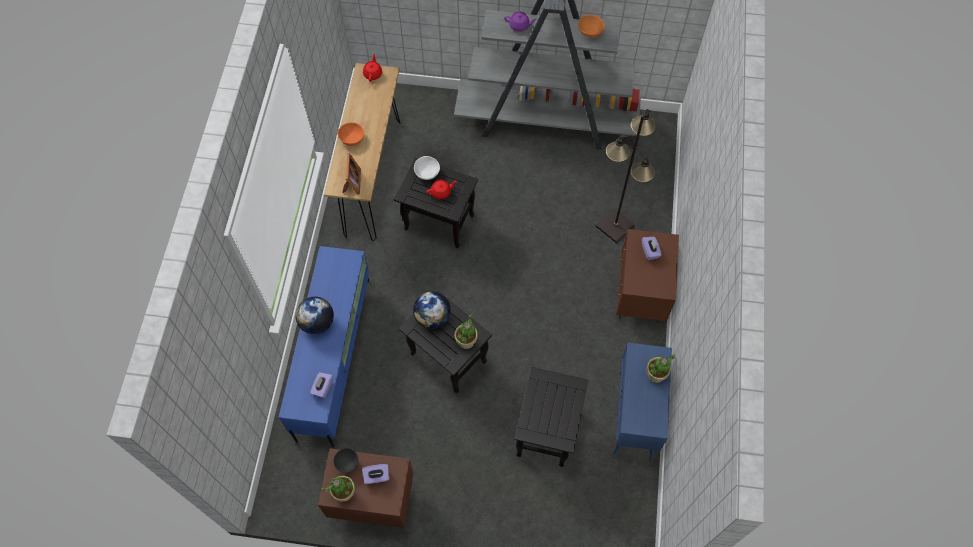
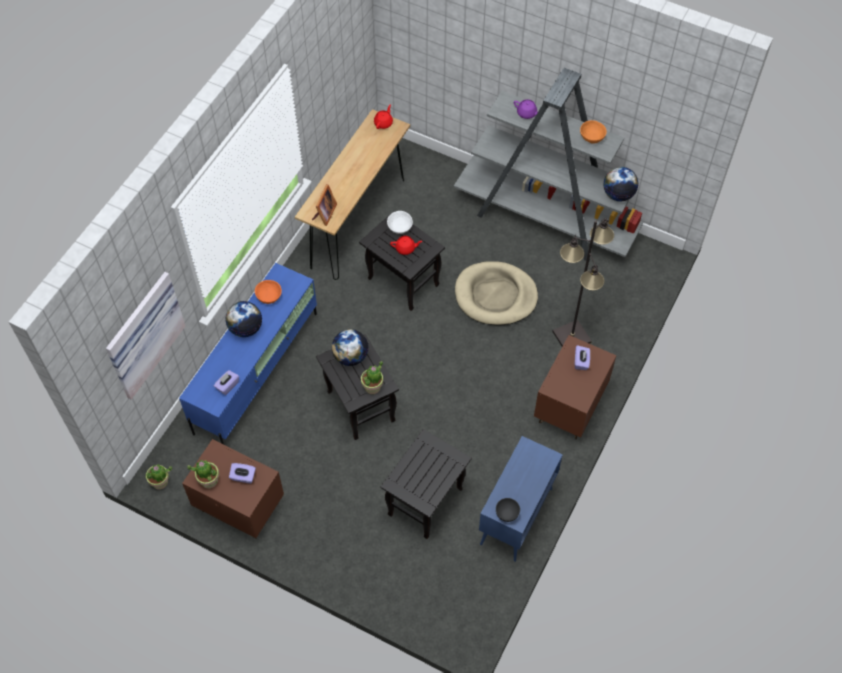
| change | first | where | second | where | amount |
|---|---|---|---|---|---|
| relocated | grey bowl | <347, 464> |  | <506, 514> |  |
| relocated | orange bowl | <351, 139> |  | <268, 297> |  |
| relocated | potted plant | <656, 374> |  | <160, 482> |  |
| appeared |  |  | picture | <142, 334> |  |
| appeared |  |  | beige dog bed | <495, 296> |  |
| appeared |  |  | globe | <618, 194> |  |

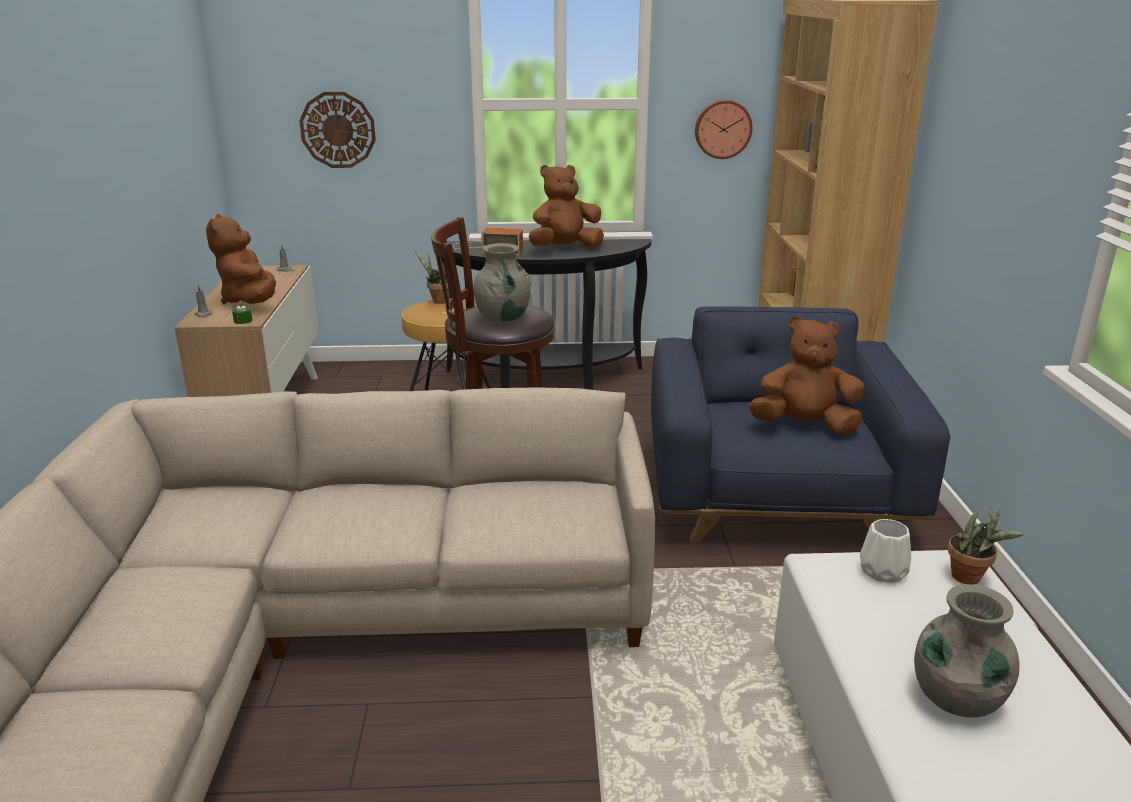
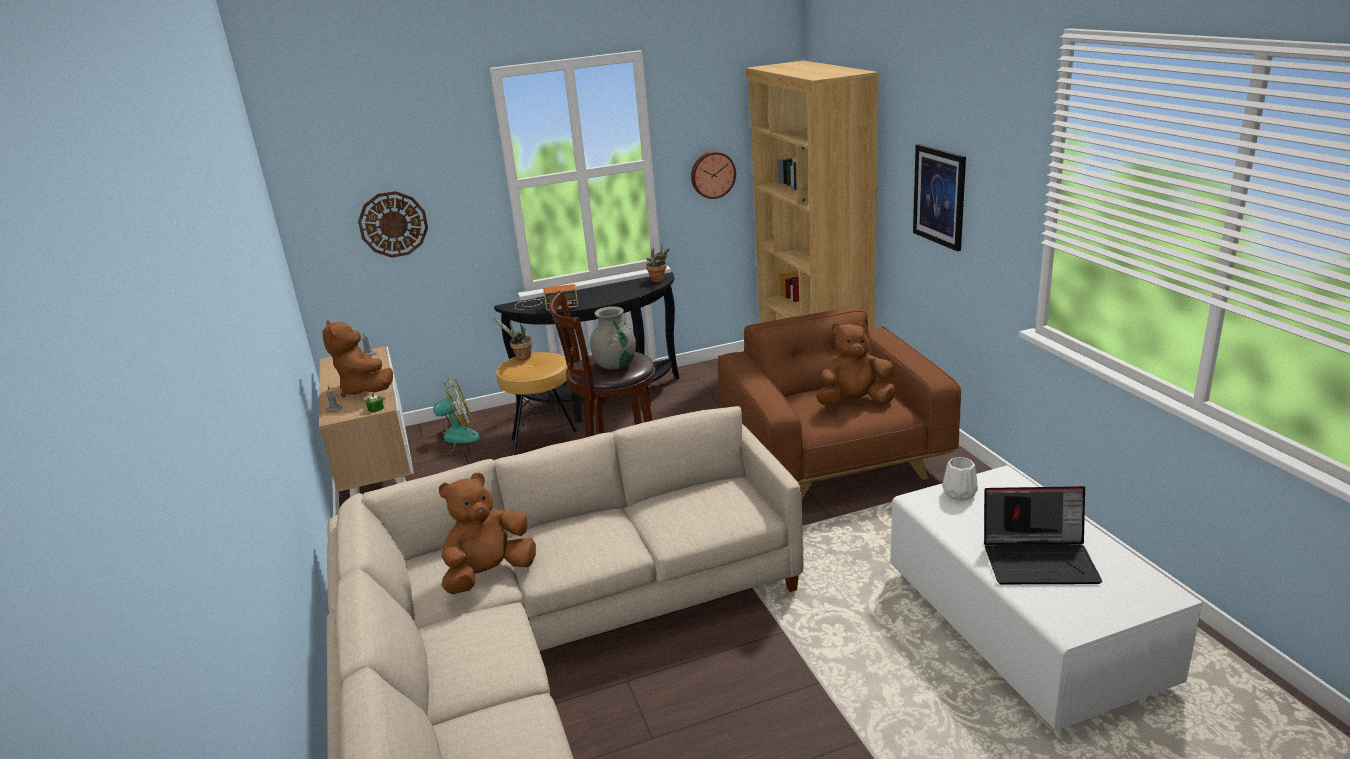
| change | first | where | second | where | amount |
|---|---|---|---|---|---|
| relocated | brown plush toy | <564, 248> |  | <489, 574> |  |
| colour | blue armchair | <773, 496> | brown armchair | <832, 459> |  |
| exchanged | grey vase | <956, 698> | laptop | <1040, 560> |  |
| relocated | potted plant | <970, 578> |  | <659, 280> |  |
| appeared |  |  | fan | <452, 439> |  |
| appeared |  |  | picture | <939, 196> |  |

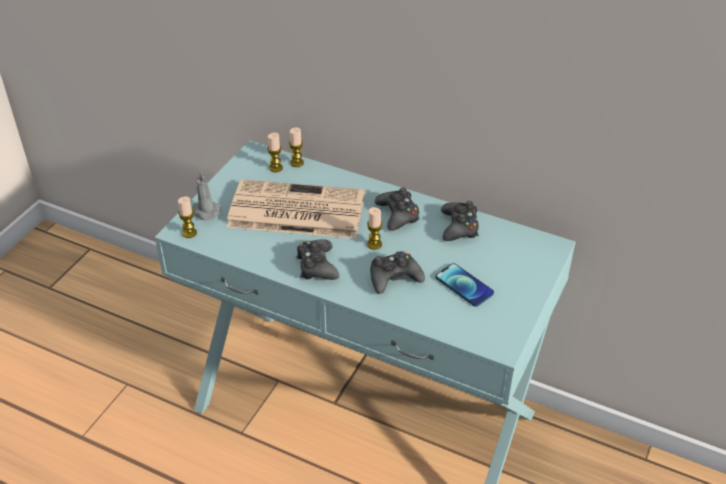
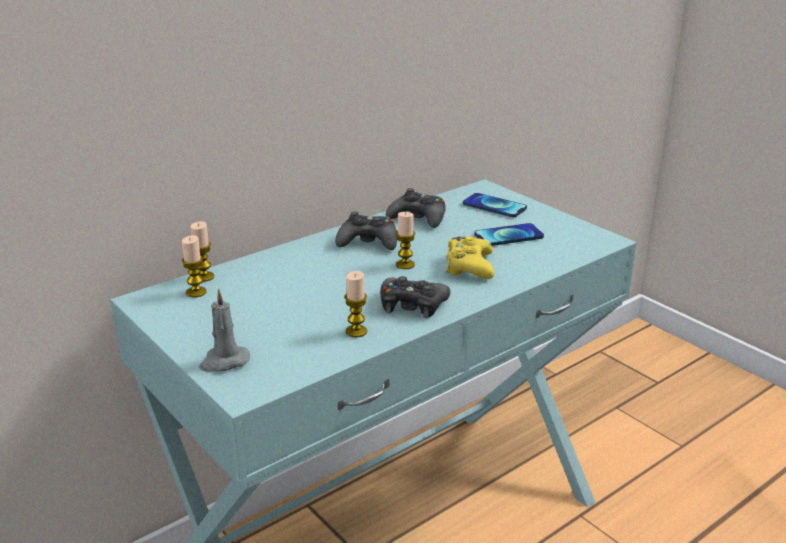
| change | first | where | second | where | amount |
|---|---|---|---|---|---|
| relocated | candle | <189, 233> |  | <356, 331> |  |
| missing | newspaper | <294, 211> |  |  |  |
| colour | black game controller | <394, 278> | yellow game controller | <469, 266> |  |
| appeared |  |  | phone | <494, 206> |  |

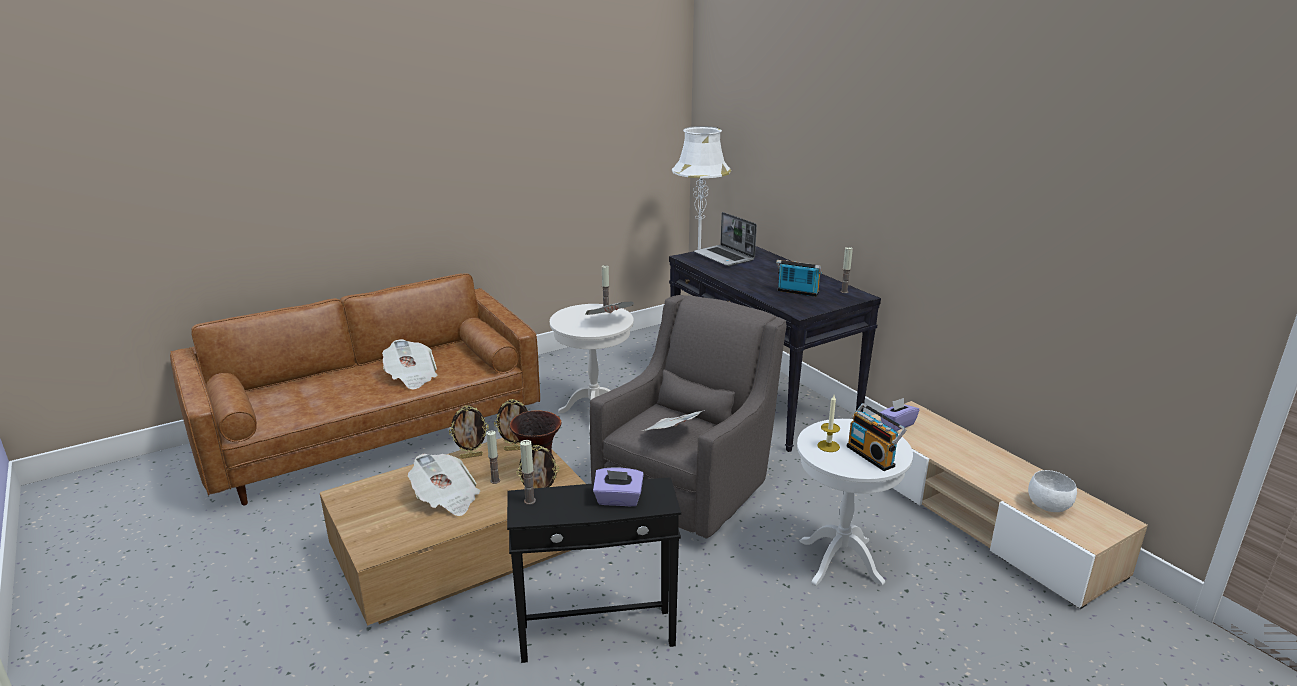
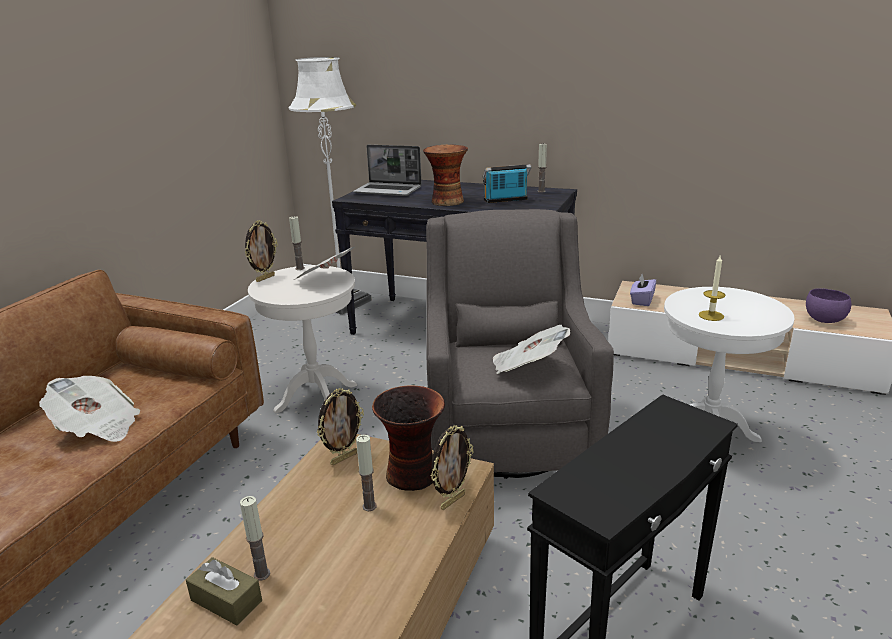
| change | first | where | second | where | amount |
|---|---|---|---|---|---|
| missing | newspaper | <446, 499> |  |  |  |
| relocated | picture frame | <471, 456> |  | <265, 278> |  |
| relocated | candle | <529, 501> |  | <262, 574> |  |
| missing | purple tissue box | <618, 500> |  |  |  |
| missing | radio | <872, 456> |  |  |  |
| colour | white bowl | <1047, 506> | purple bowl | <823, 320> |  |
| appeared |  |  | brown tissue box | <226, 600> |  |
| appeared |  |  | vase | <446, 201> |  |

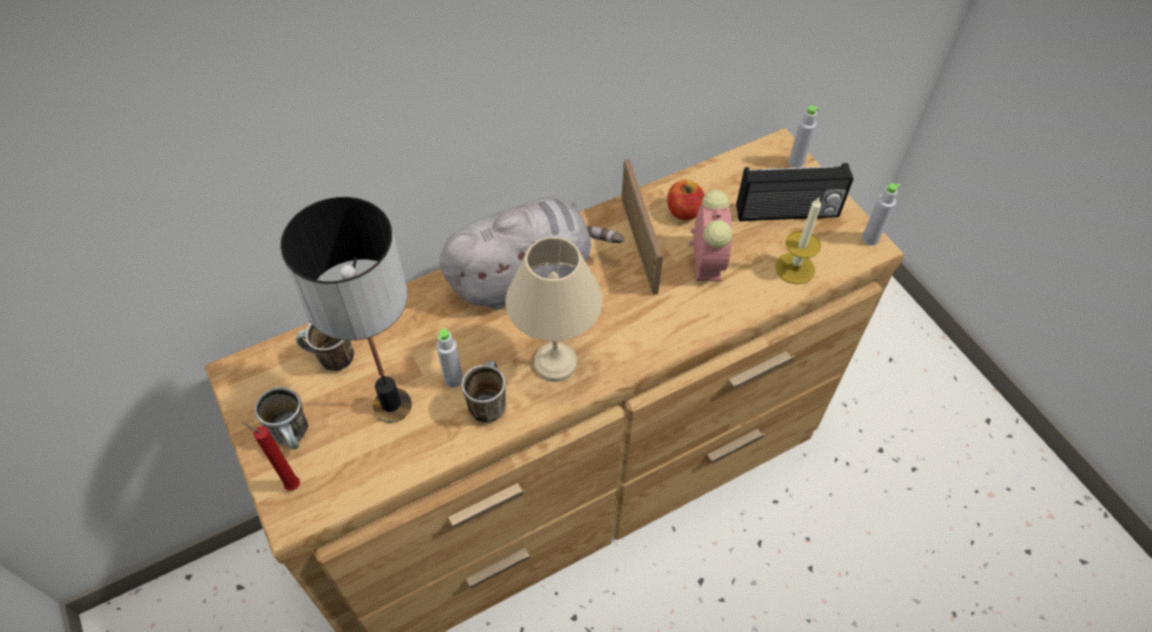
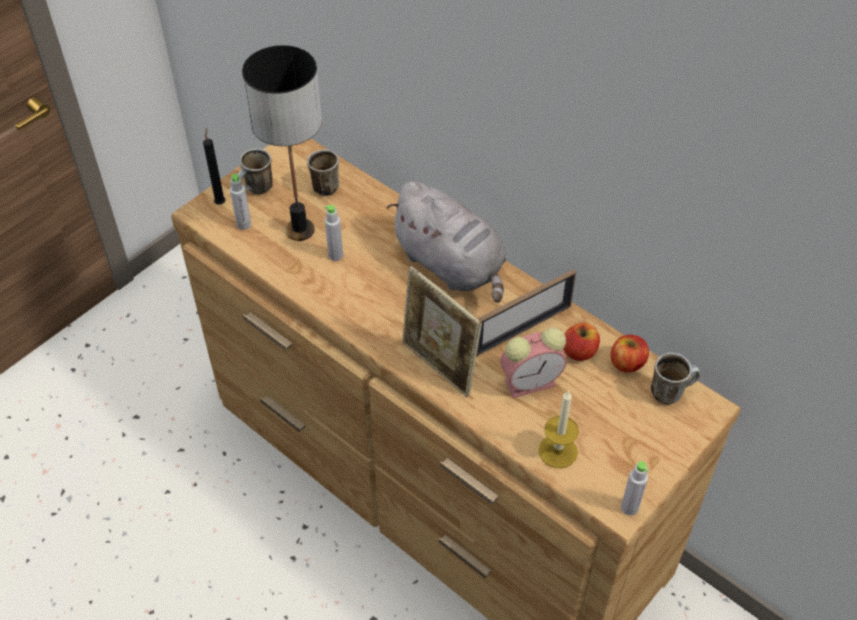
| change | first | where | second | where | amount |
|---|---|---|---|---|---|
| colour | red candle | <291, 485> | black candle | <220, 202> |  |
| relocated | mug | <487, 403> |  | <670, 391> |  |
| missing | beige table lamp | <556, 361> |  |  |  |
| missing | radio | <787, 213> |  |  |  |
| relocated | grey bottle | <796, 162> |  | <244, 224> |  |
| appeared |  |  | picture frame | <439, 367> |  |
| appeared |  |  | apple | <627, 363> |  |

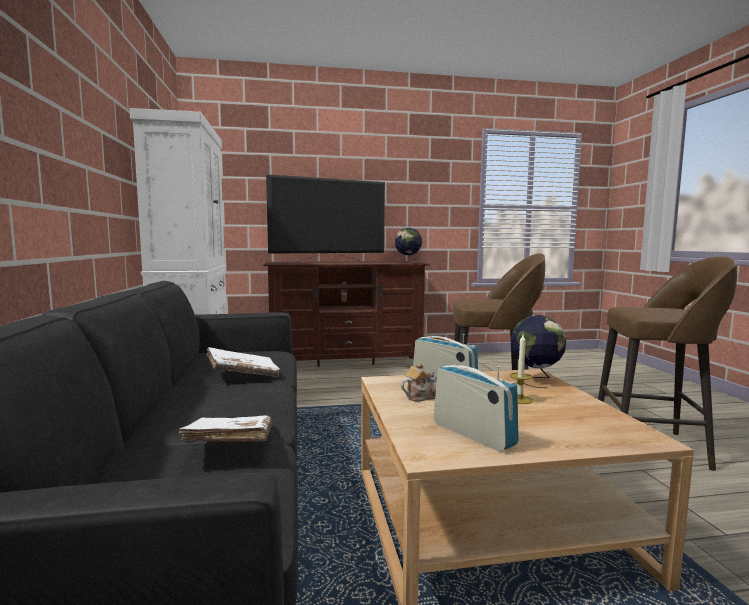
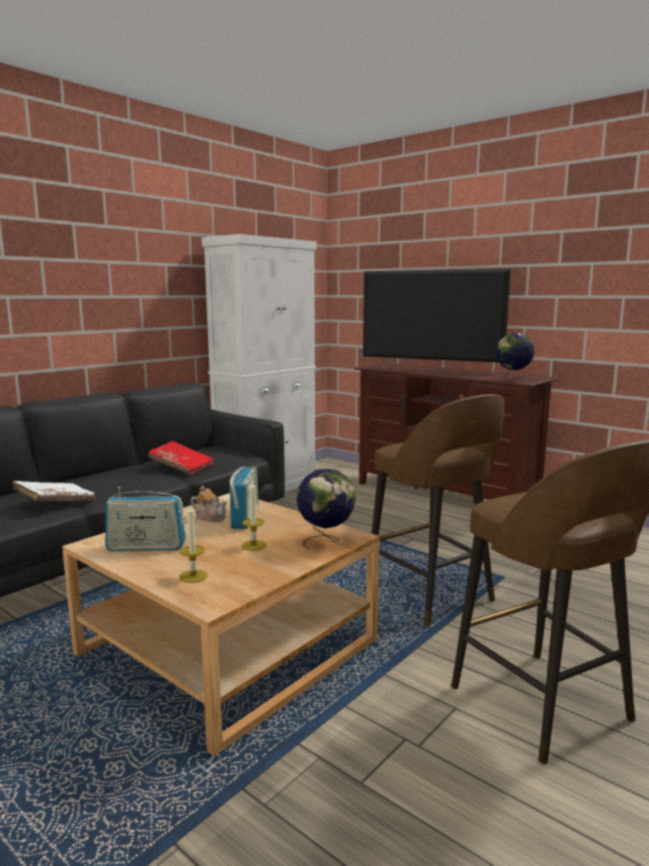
| change | first | where | second | where | amount |
|---|---|---|---|---|---|
| colour | white book | <243, 374> | red book | <181, 467> |  |
| spun | radio | <473, 434> |  | <146, 547> | 75 degrees clockwise |
| appeared |  |  | candle | <193, 576> |  |

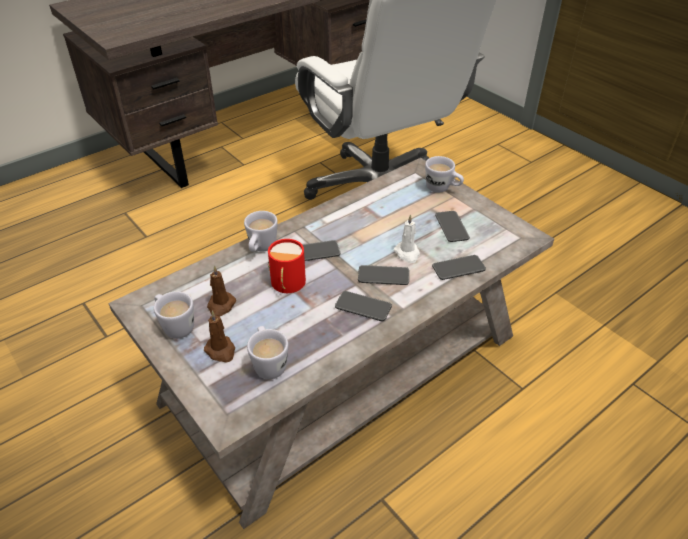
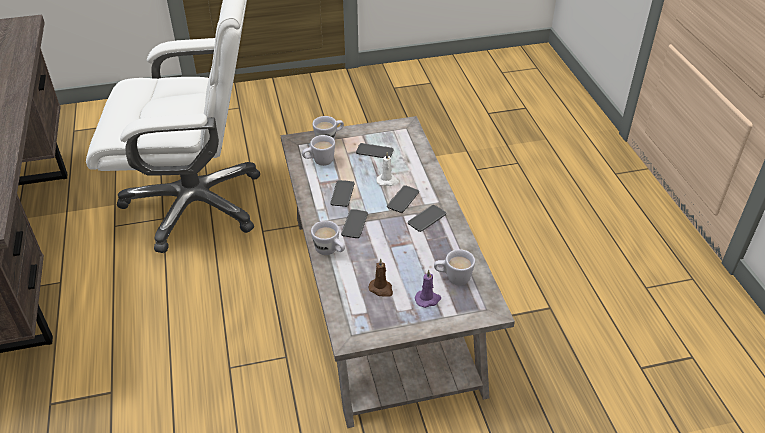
| change | first | where | second | where | amount |
|---|---|---|---|---|---|
| relocated | white mug | <175, 326> |  | <319, 162> |  |
| colour | brown candle | <221, 351> | purple candle | <428, 299> |  |
| missing | red mug | <286, 284> |  |  |  |
| relocated | phone | <458, 268> |  | <342, 194> |  |

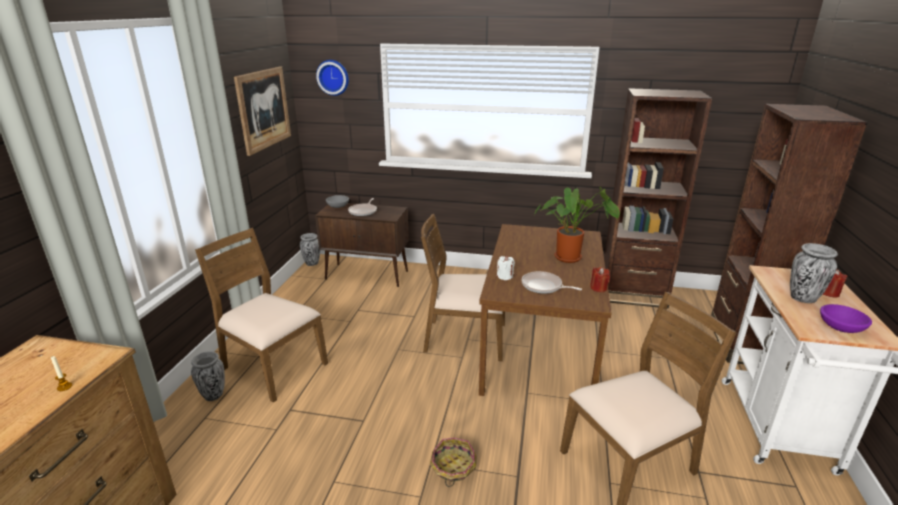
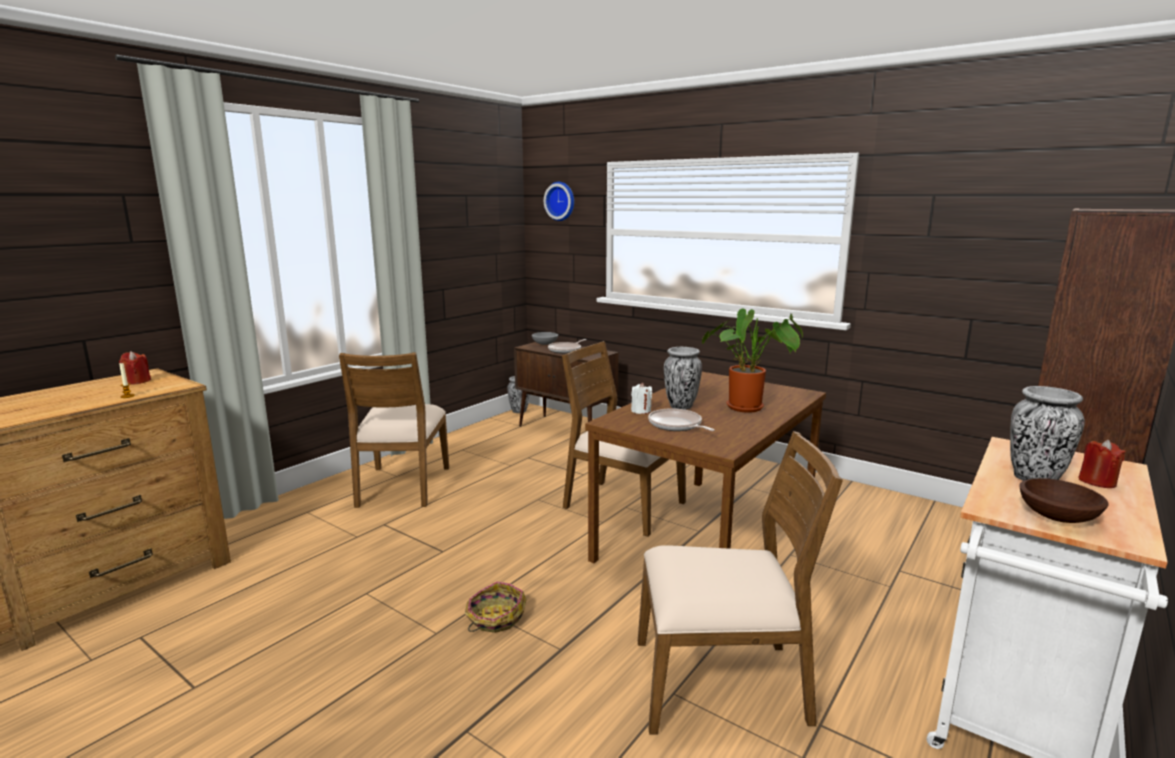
| change | first | where | second | where | amount |
|---|---|---|---|---|---|
| relocated | vase | <213, 395> |  | <680, 406> |  |
| spun | brown chair | <273, 366> |  | <402, 486> | 150 degrees counterclockwise |
| missing | picture | <263, 109> |  |  |  |
| relocated | red candle | <598, 288> |  | <137, 381> |  |
| missing | brown bookcase | <633, 294> |  |  |  |
| colour | purple bowl | <841, 328> | brown bowl | <1058, 517> |  |

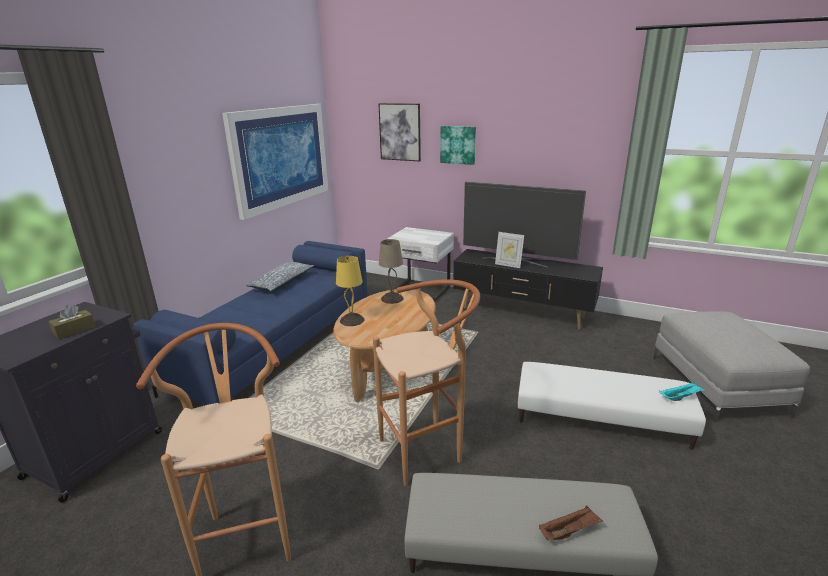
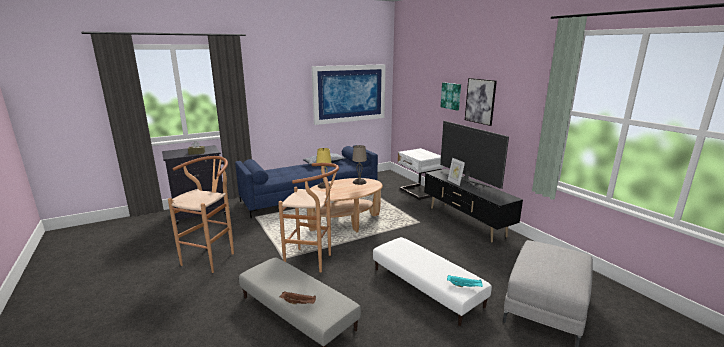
| change | first | where | second | where | amount |
|---|---|---|---|---|---|
| relocated | picture | <400, 132> |  | <480, 101> |  |

